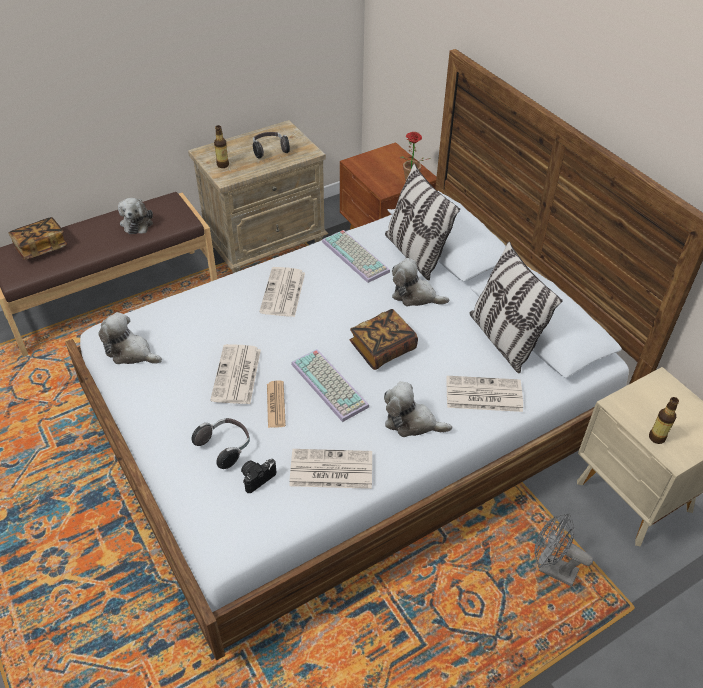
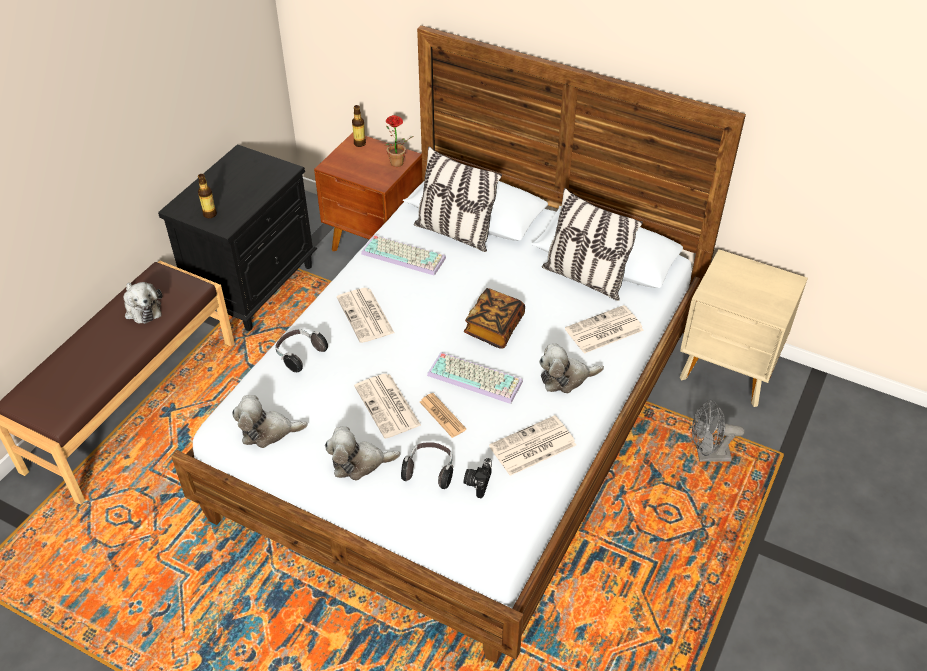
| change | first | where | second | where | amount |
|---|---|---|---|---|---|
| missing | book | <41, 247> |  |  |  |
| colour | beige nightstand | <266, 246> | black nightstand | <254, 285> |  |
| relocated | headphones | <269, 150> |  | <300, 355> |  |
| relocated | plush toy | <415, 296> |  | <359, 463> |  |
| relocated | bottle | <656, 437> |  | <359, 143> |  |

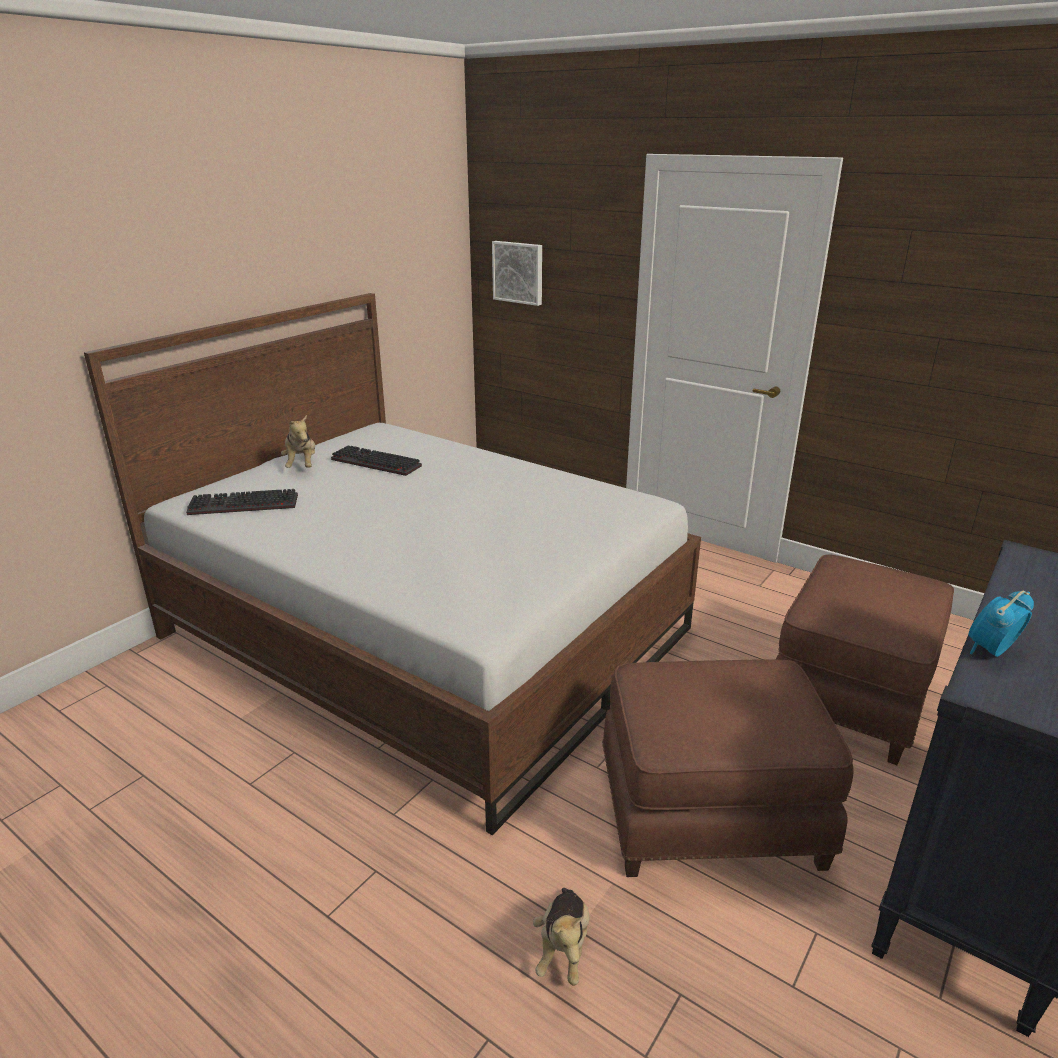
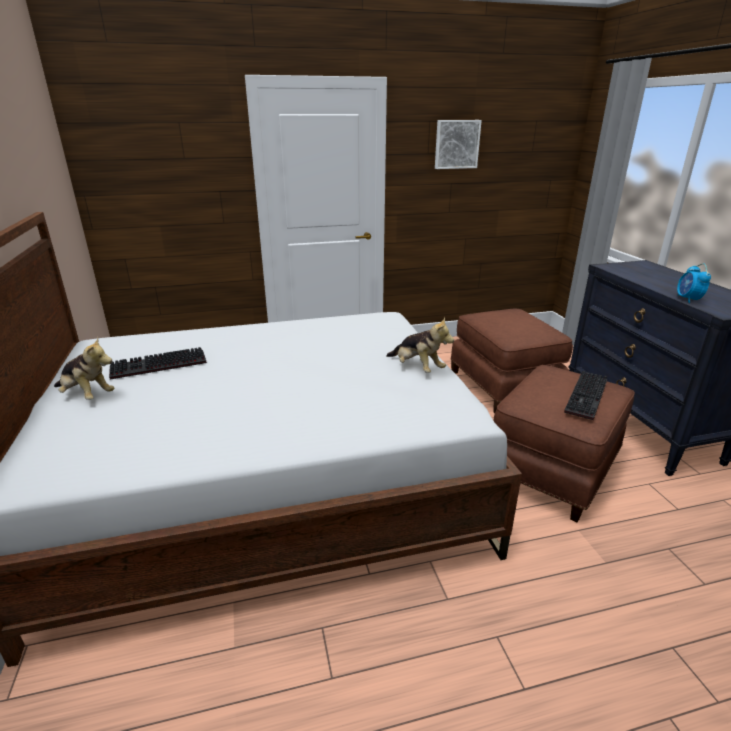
| change | first | where | second | where | amount |
|---|---|---|---|---|---|
| relocated | keyboard | <241, 506> |  | <588, 397> |  |
| relocated | picture | <518, 272> |  | <456, 144> |  |
| relocated | plush toy | <563, 948> |  | <417, 368> |  |

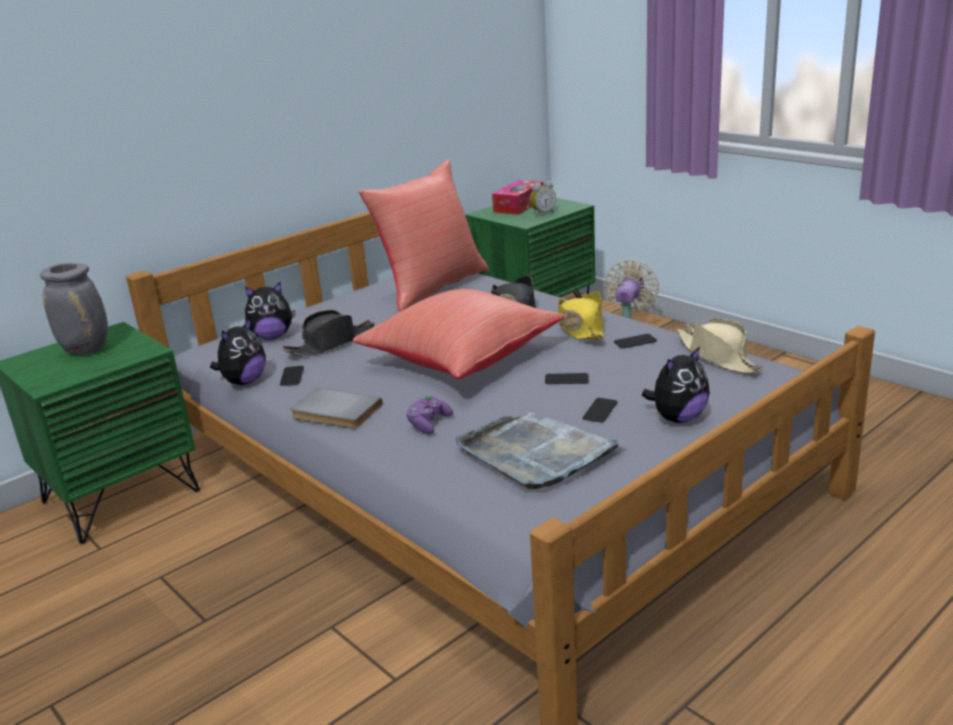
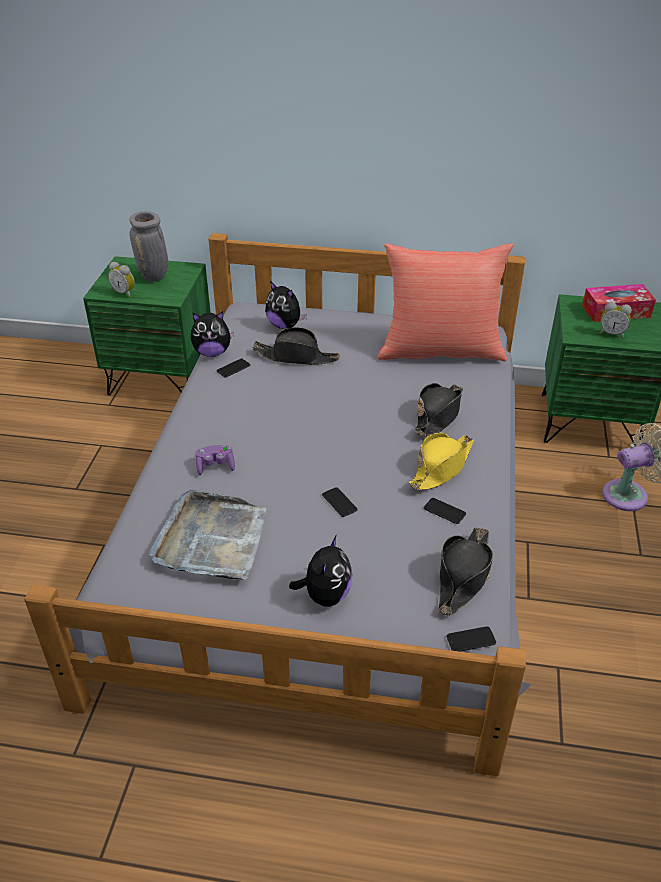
| change | first | where | second | where | amount |
|---|---|---|---|---|---|
| missing | grey book | <335, 413> |  |  |  |
| missing | red pillow | <460, 359> |  |  |  |
| relocated | phone | <600, 411> |  | <471, 640> |  |
| spun | plush toy | <677, 418> |  | <325, 595> | 90 degrees counterclockwise |
| colour | beige hat | <718, 356> | black hat | <463, 576> |  |
| appeared |  |  | alarm clock | <125, 293> |  |

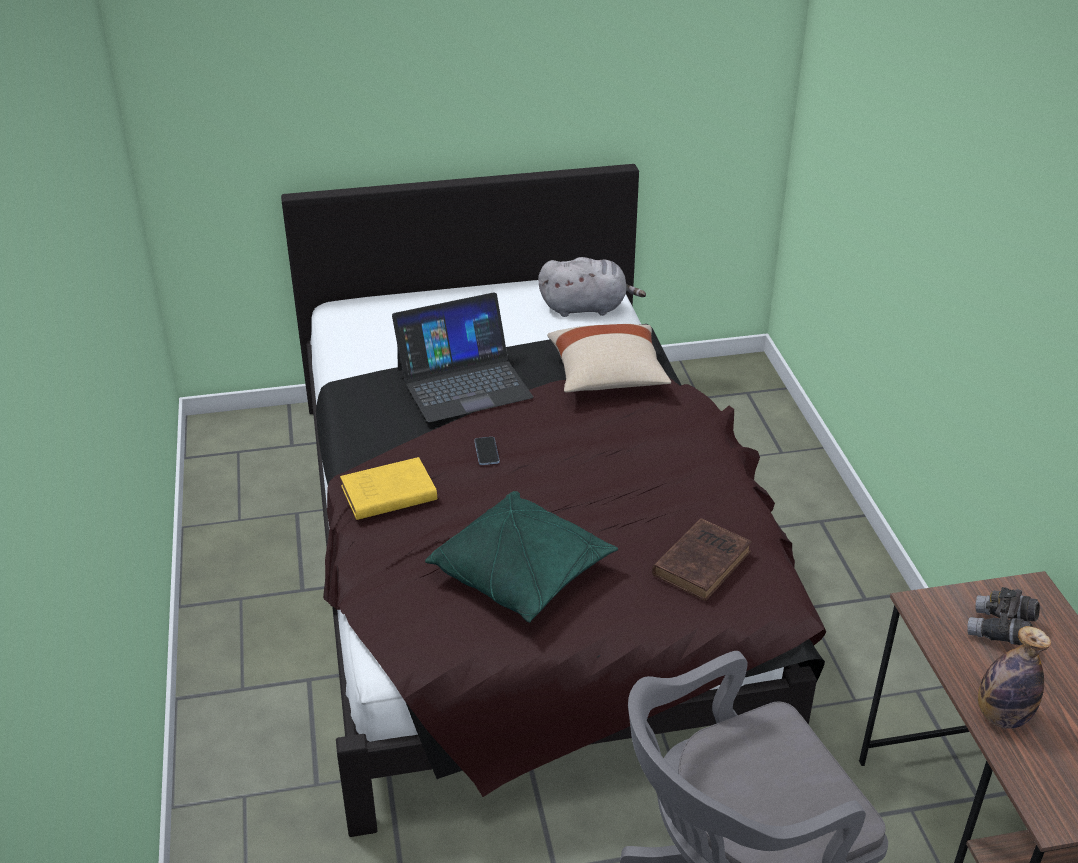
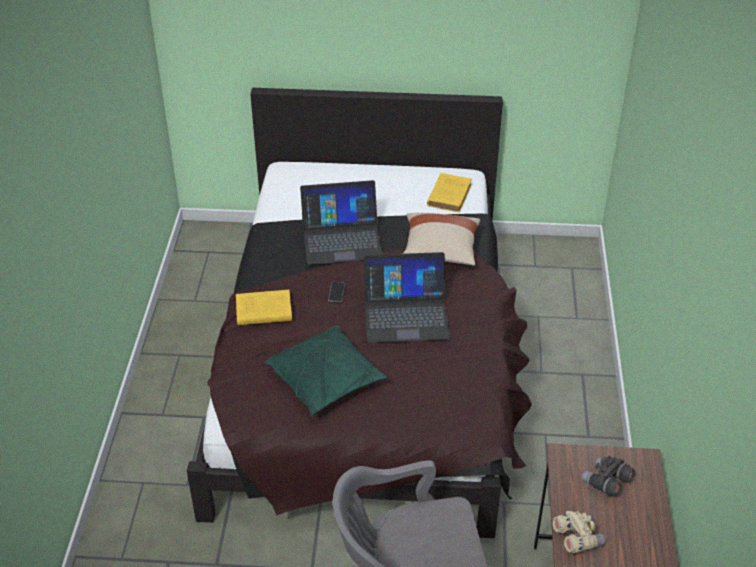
| change | first | where | second | where | amount |
|---|---|---|---|---|---|
| exchanged | grey plush toy | <587, 308> | yellow book | <450, 194> |  |
| missing | brown book | <703, 562> |  |  |  |
| exchanged | bottle | <1001, 716> | beige binoculars | <576, 538> |  |
| appeared |  |  | laptop | <406, 314> |  |

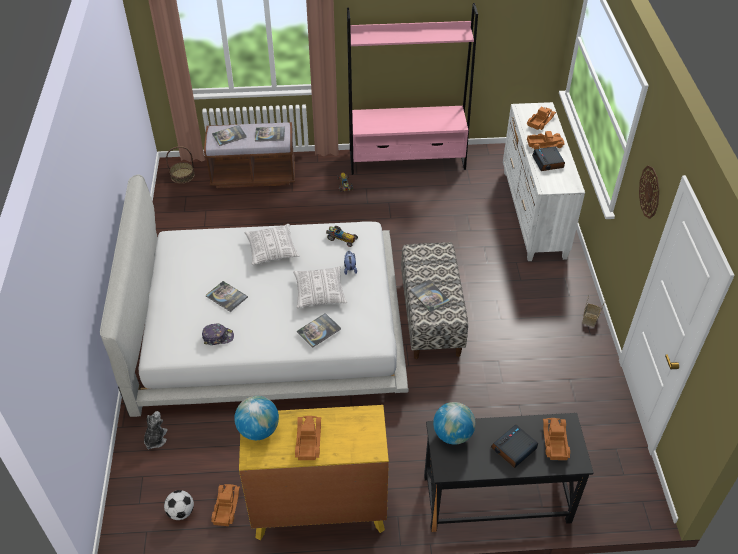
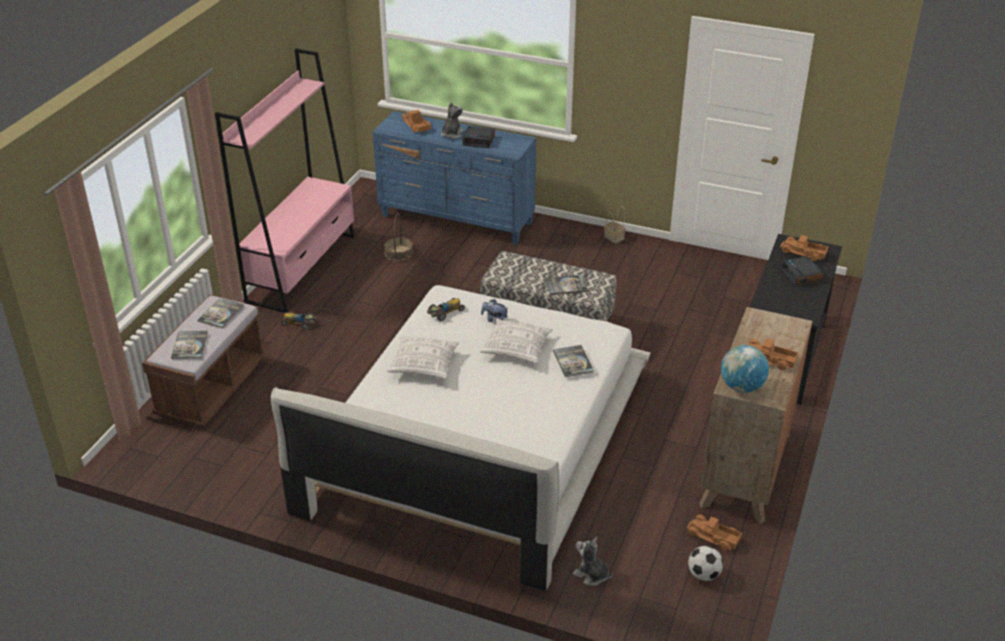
| change | first | where | second | where | amount |
|---|---|---|---|---|---|
| relocated | basket | <182, 176> |  | <398, 253> |  |
| missing | cap | <218, 337> |  |  |  |
| missing | book | <226, 297> |  |  |  |
| colour | yellow dresser | <319, 509> | brown dresser | <746, 469> |  |
| missing | globe | <452, 434> |  |  |  |
| colour | white dresser | <533, 214> | blue dresser | <456, 220> |  |
| exchanged | toy truck | <544, 144> | plush toy | <451, 134> |  |
| missing | wall clock | <650, 192> |  |  |  |

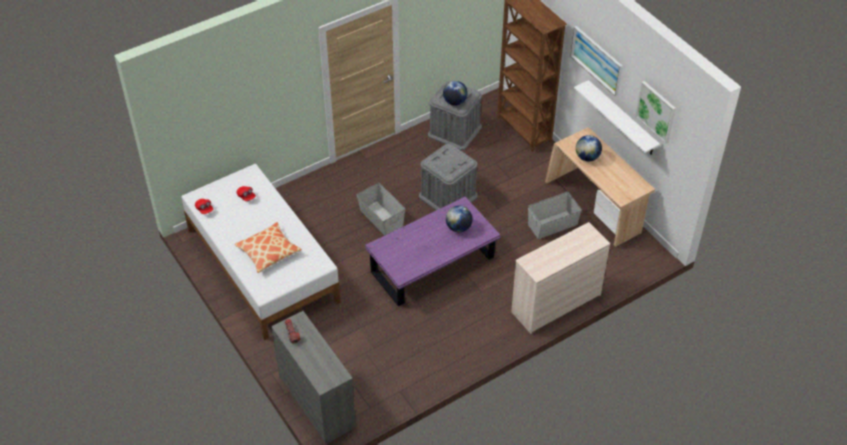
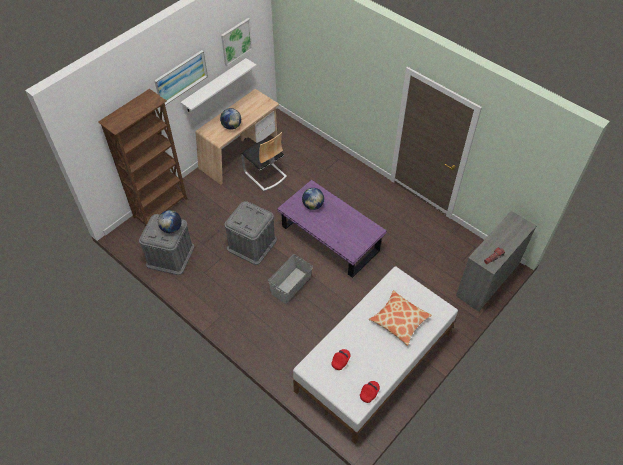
| change | first | where | second | where | amount |
|---|---|---|---|---|---|
| missing | beige dresser | <555, 303> |  |  |  |
| exchanged | grey storage box | <552, 224> | chair | <265, 174> |  |

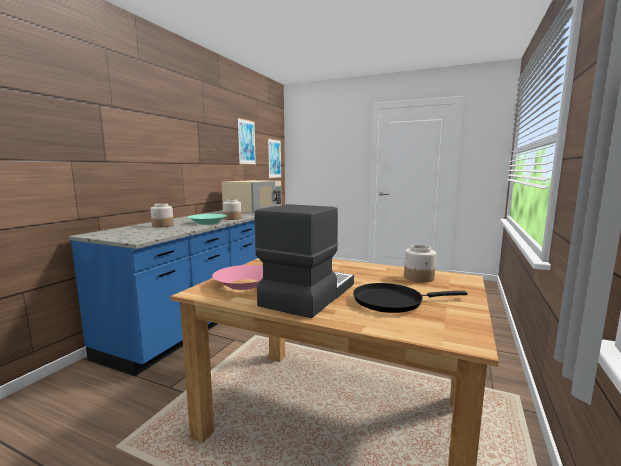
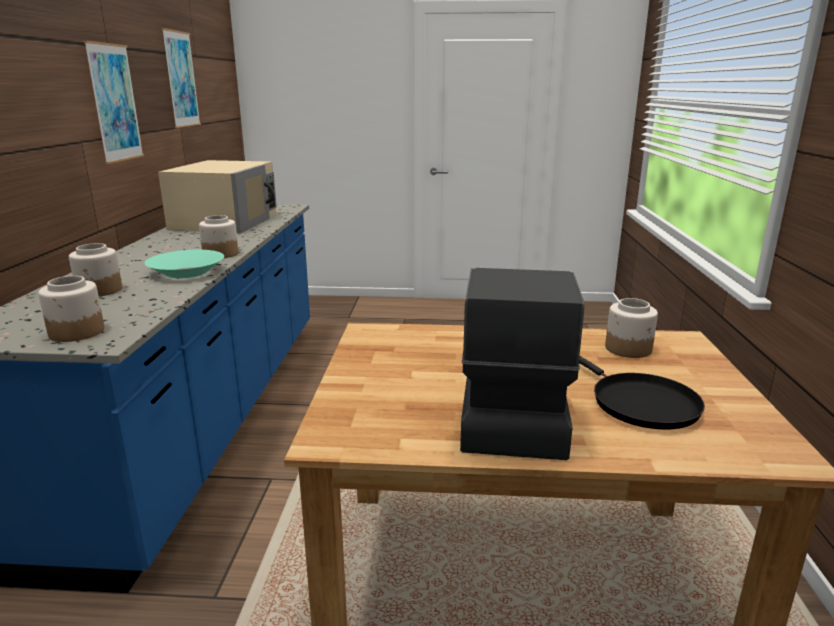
| change | first | where | second | where | amount |
|---|---|---|---|---|---|
| missing | pink bowl | <244, 284> |  |  |  |
| relocated | picture | <274, 158> |  | <115, 103> |  |
| spun | black frying pan | <392, 301> |  | <639, 403> | 90 degrees counterclockwise |
| appeared |  |  | jar | <77, 332> |  |

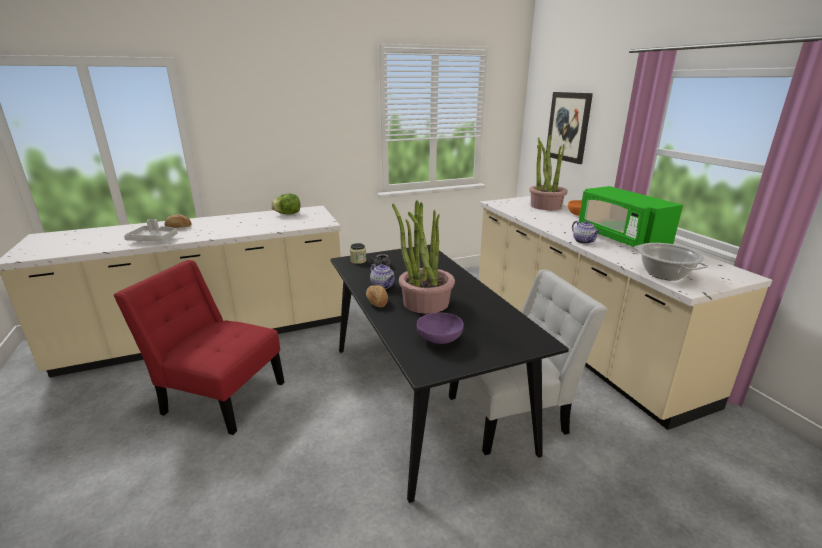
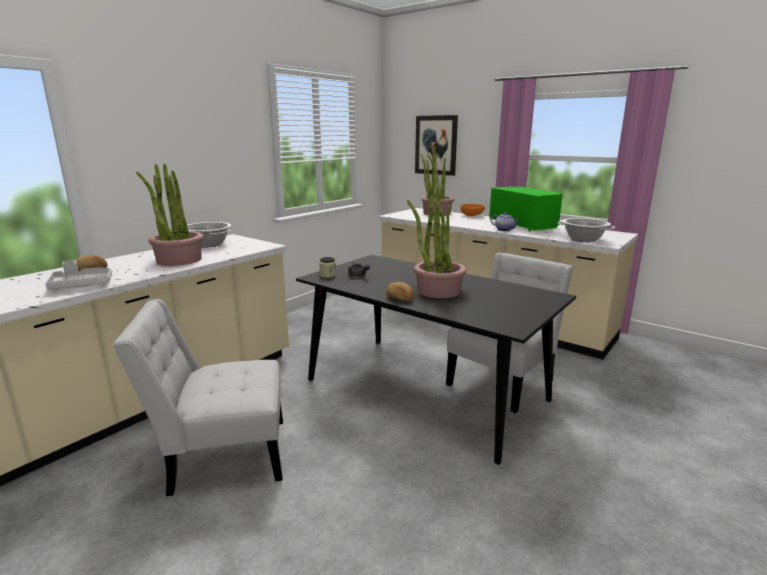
| change | first | where | second | where | amount |
|---|---|---|---|---|---|
| colour | red chair | <220, 396> | white chair | <222, 455> |  |
| exchanged | lettuce | <288, 214> | cooking pot | <209, 244> |  |
| missing | teapot | <383, 286> |  |  |  |
| missing | purple bowl | <439, 340> |  |  |  |
| spun | green microwave | <620, 238> |  | <523, 225> | 150 degrees counterclockwise |
| appeared |  |  | potted plant | <179, 260> |  |

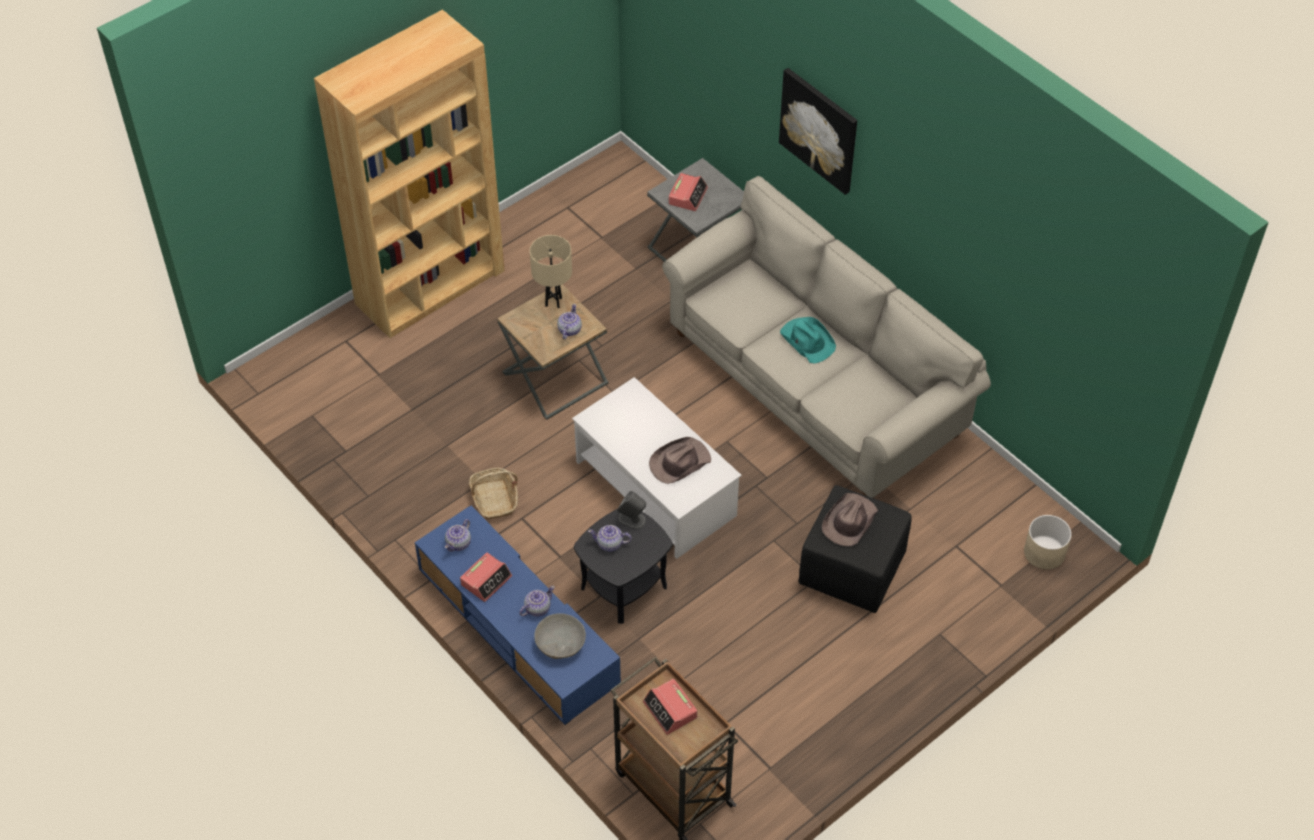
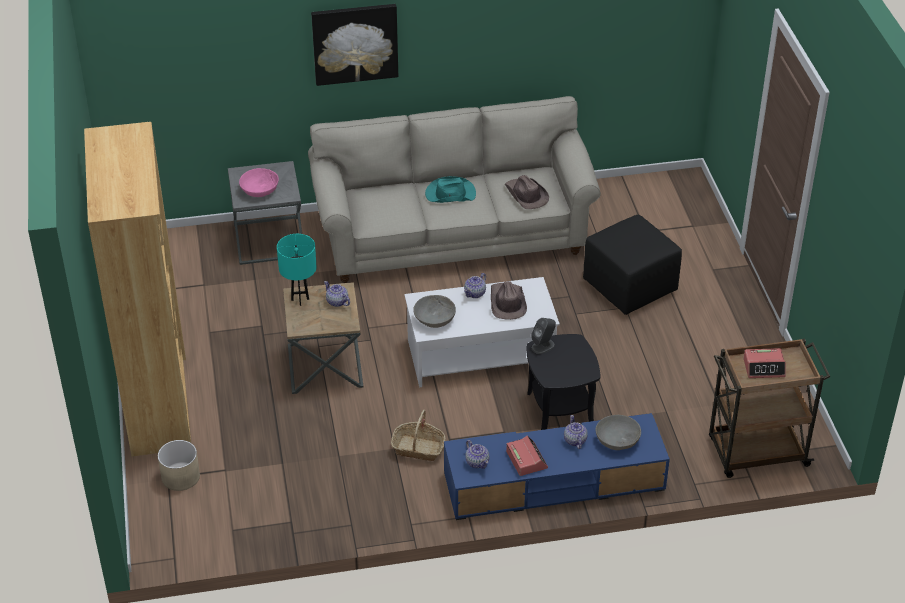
| change | first | where | second | where | amount |
|---|---|---|---|---|---|
| colour | beige table lamp | <553, 302> | turquoise table lamp | <300, 299> |  |
| relocated | teapot | <610, 544> |  | <475, 293> |  |
| exchanged | alarm clock | <688, 196> | pink bowl | <259, 190> |  |
| relocated | brown hat | <849, 521> |  | <526, 195> |  |
| relocated | beige planter | <1044, 553> |  | <181, 476> |  |
| appeared |  |  | grey bowl | <434, 319> |  |

